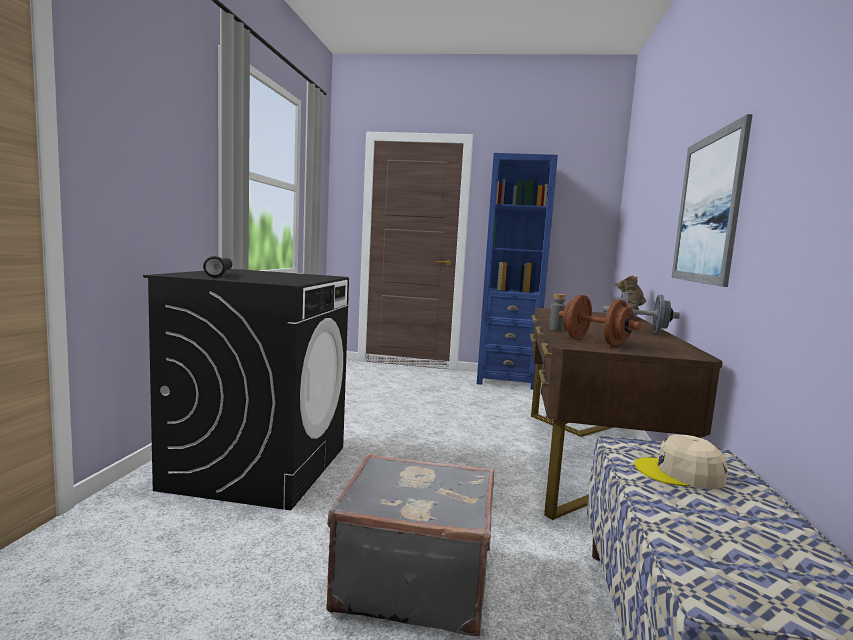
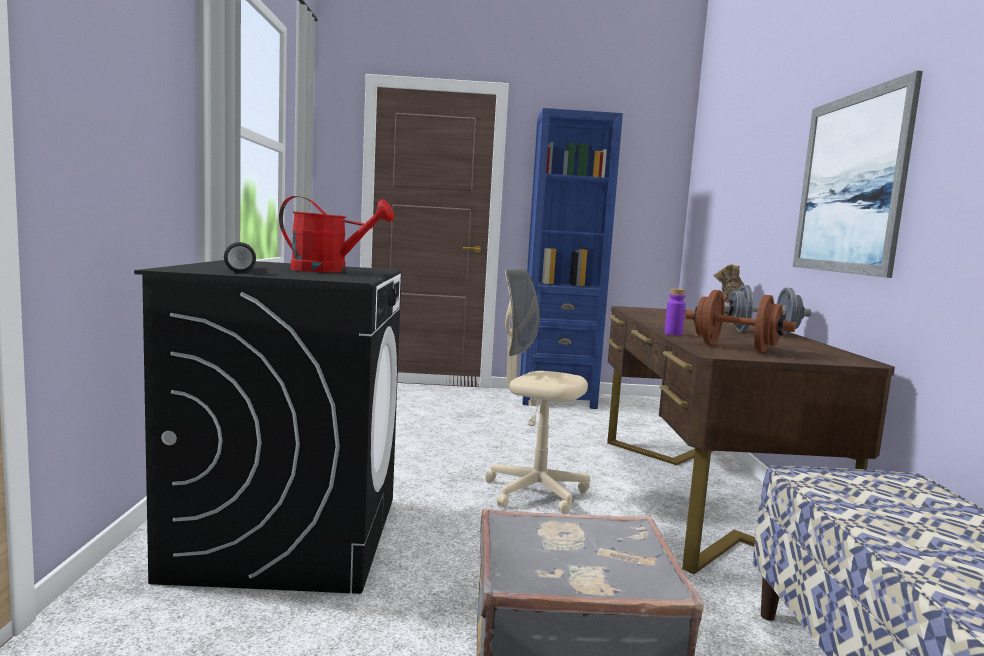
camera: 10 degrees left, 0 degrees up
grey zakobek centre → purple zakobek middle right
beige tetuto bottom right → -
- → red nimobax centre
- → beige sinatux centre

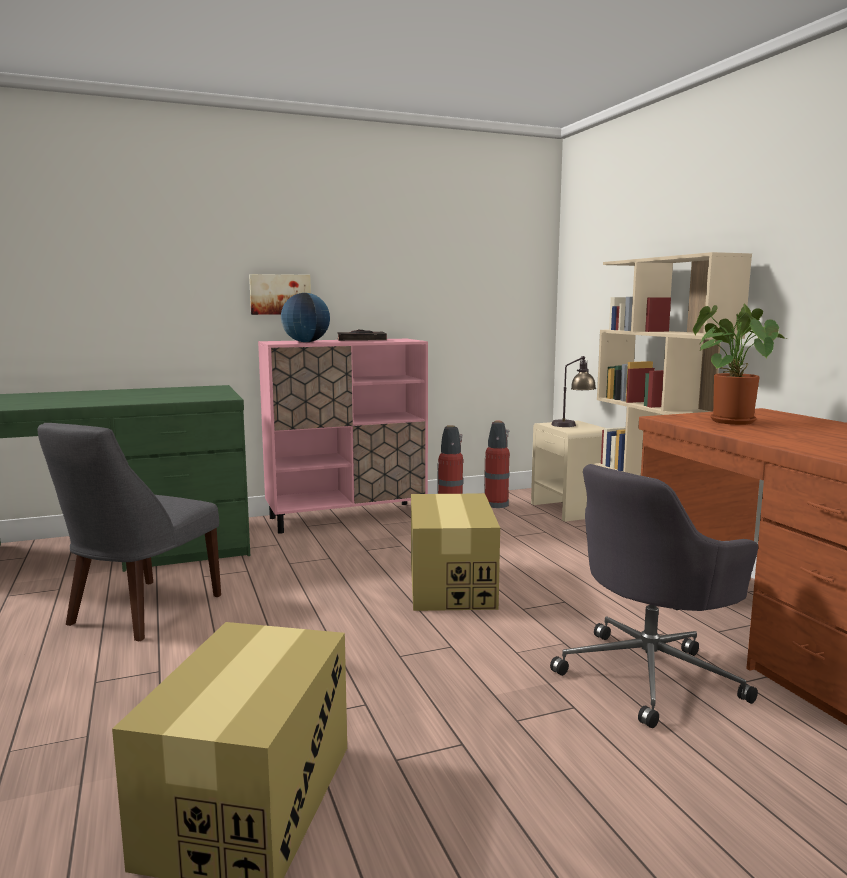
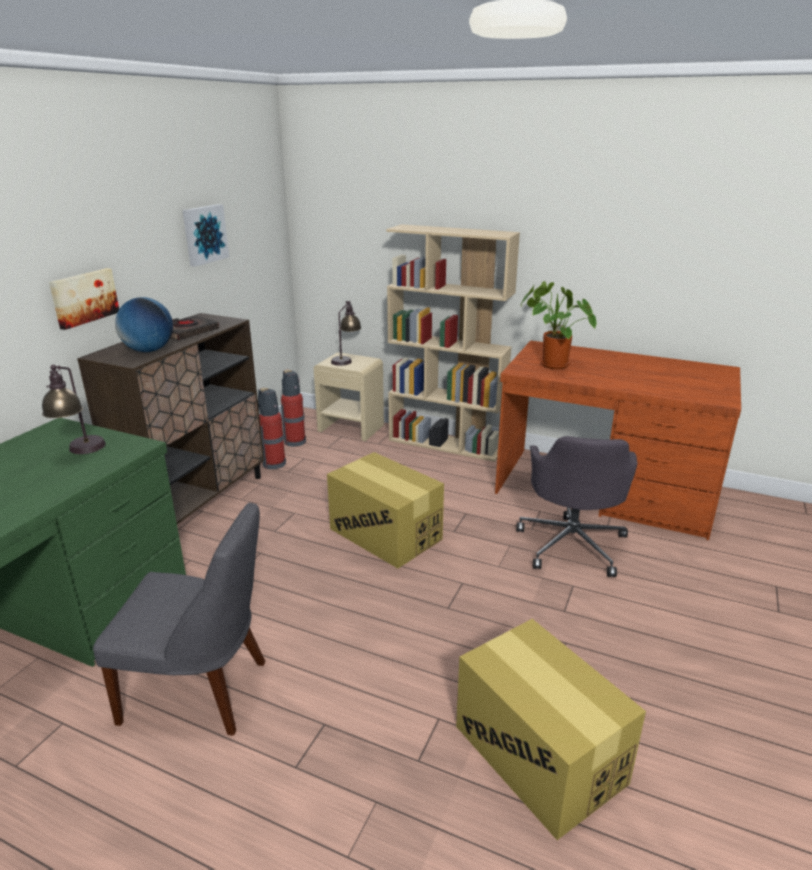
camera: 45 degrees left, 15 degrees up
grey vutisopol middle left → grey vutisopol bottom left, 60 degrees counterclockwise
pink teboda centre → brown teboda middle left
- → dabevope (no. 1 from left) middle left
- → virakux (no. 2 from left) top left

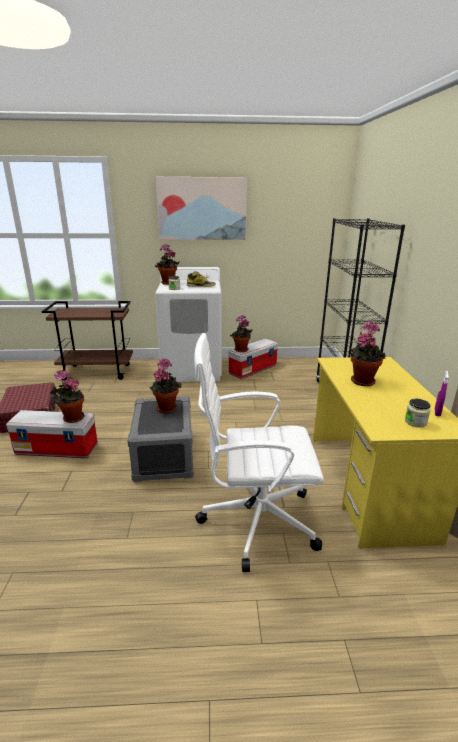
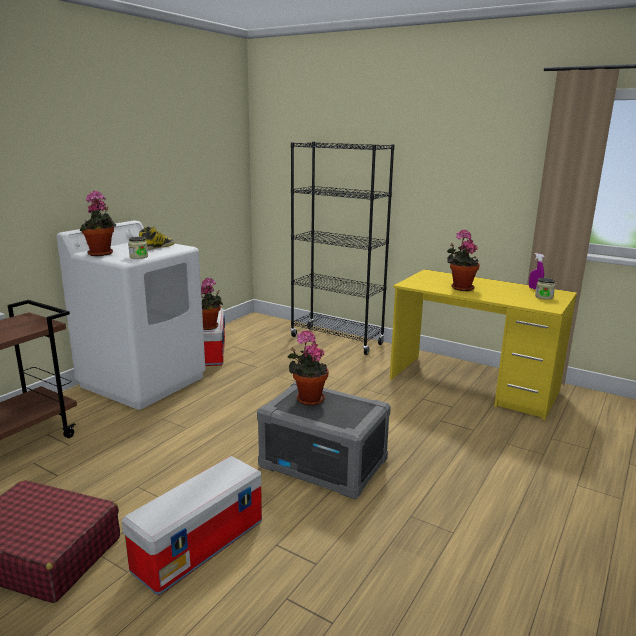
camera: 55 degrees left, 5 degrees down
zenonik (no. 1 from left) middle left → -
virakux top centre → -
white sinatux centre → -

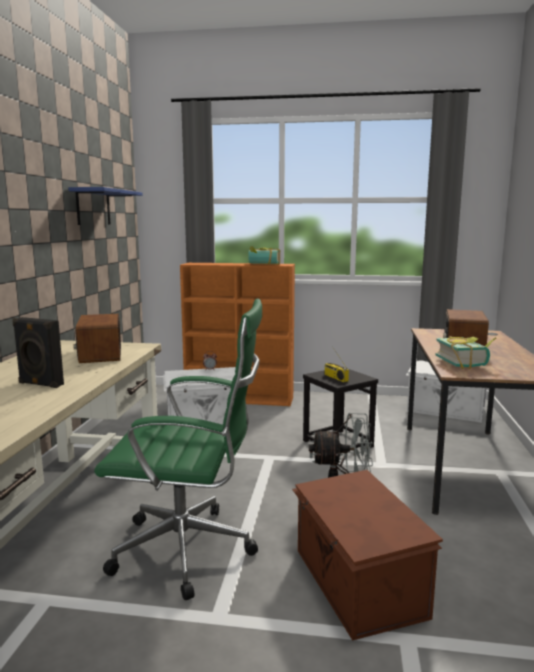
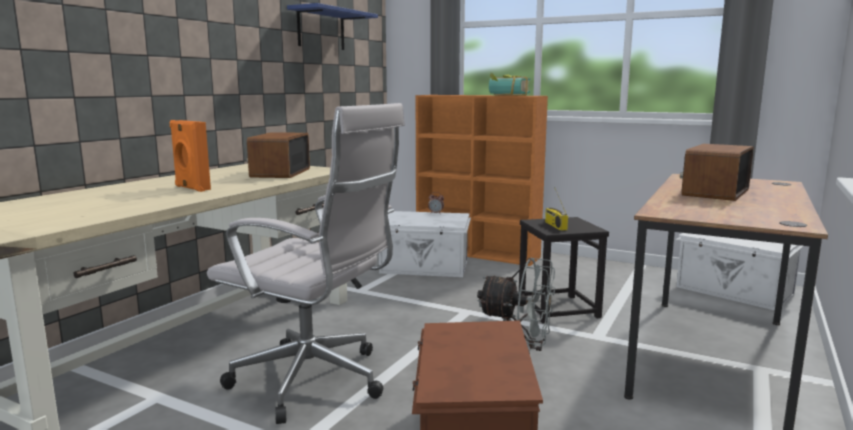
camera: 20 degrees right, 0 degrees up
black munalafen middle left → orange munalafen middle left
green sinatux bottom centre → white sinatux centre
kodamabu (no. 2 from left) middle right → -

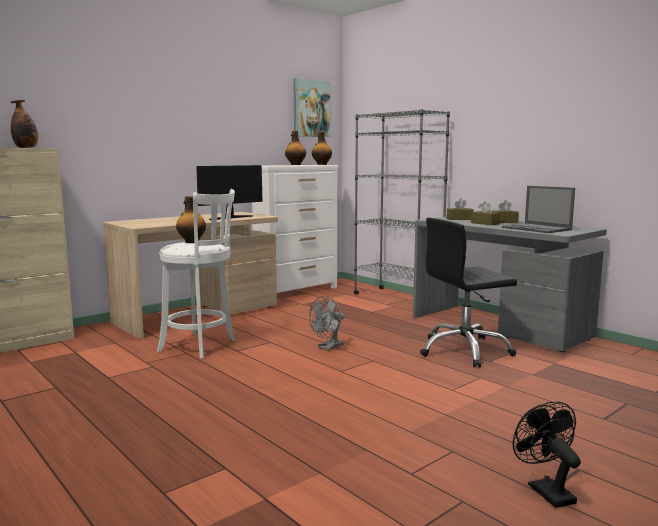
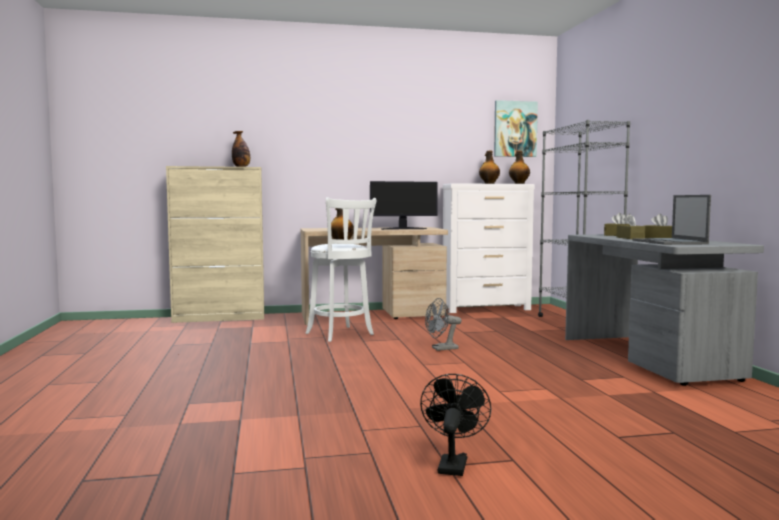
camera: 30 degrees right, 5 degrees down
black sinatux middle right → -

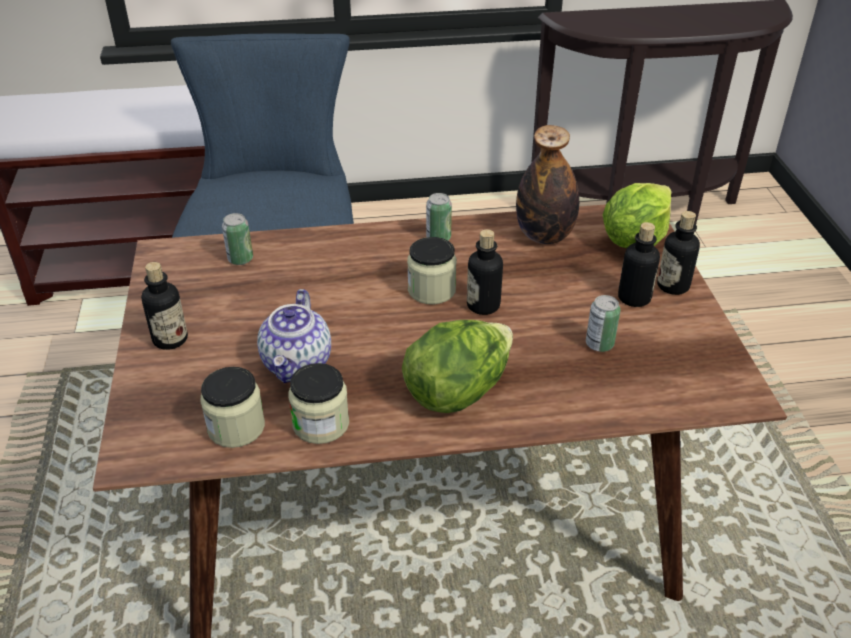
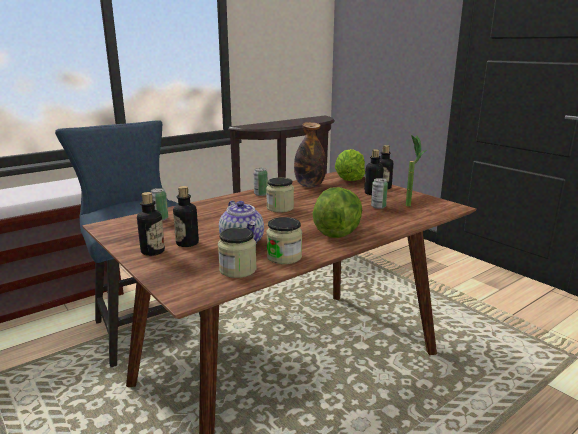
camera: 30 degrees left, 20 degrees down
zakobek (no. 2 from left) centre → zakobek (no. 2 from left) middle left, shifted
- → zenonik middle right

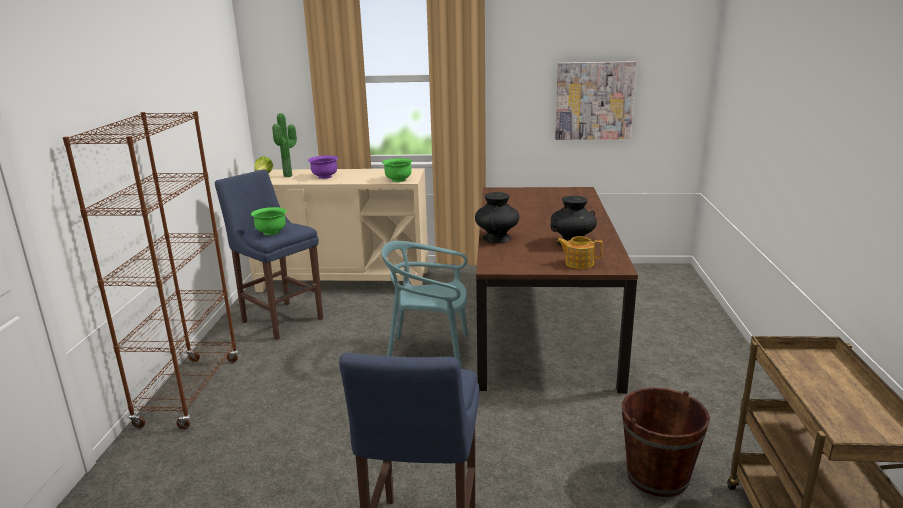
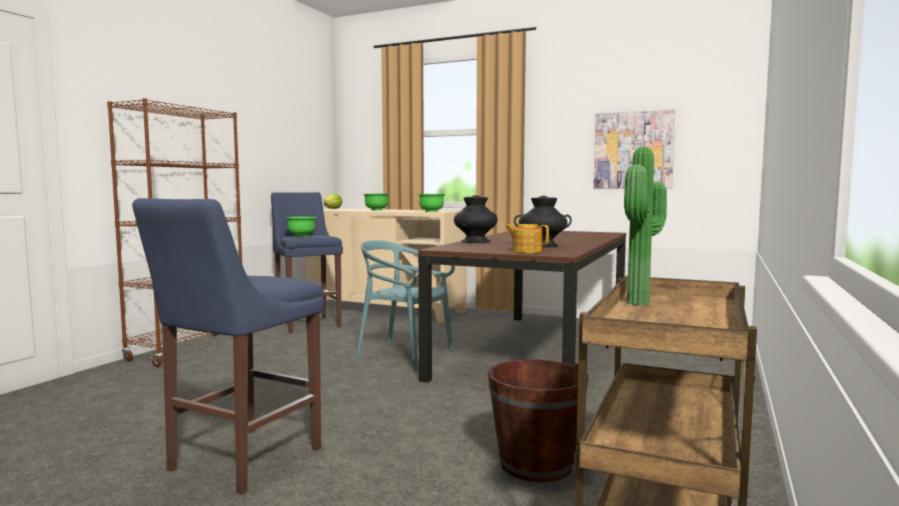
camera: 20 degrees right, 15 degrees down
zenonik top left → zenonik middle right, shifted
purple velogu top centre → green velogu (no. 2 from left) centre

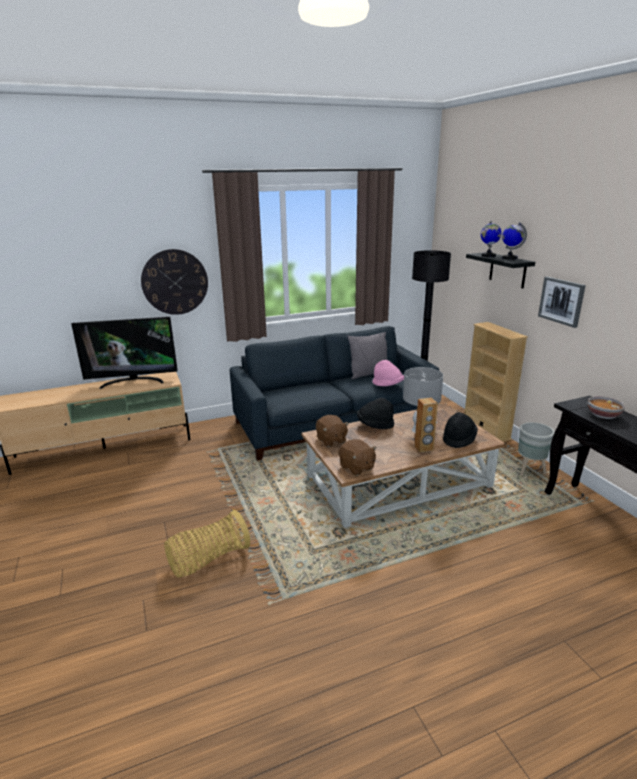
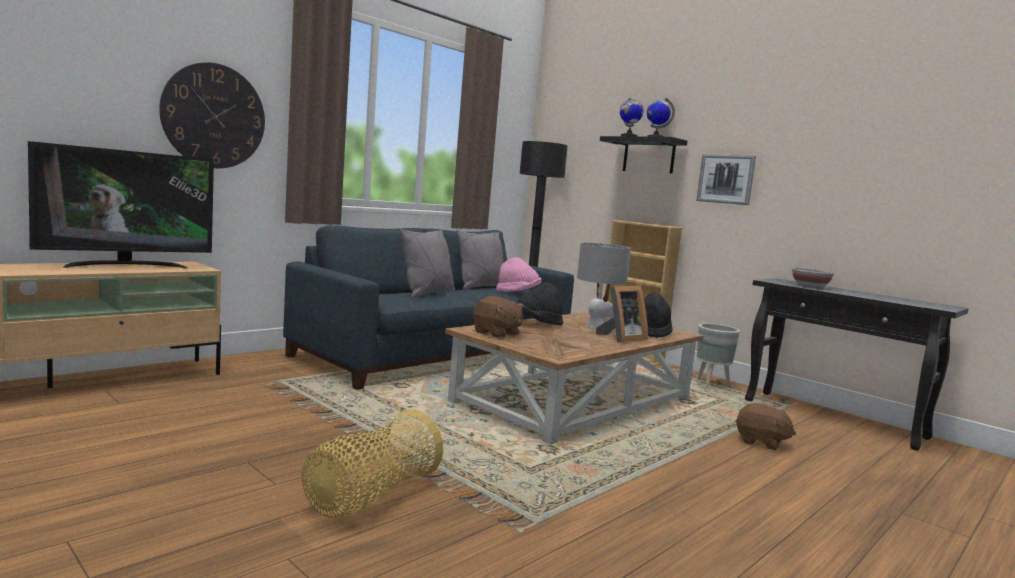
camera: 25 degrees left, 15 degrees down
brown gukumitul (no. 2 from left) centre → brown gukumitul (no. 2 from left) bottom right, shifted
brown munalafen middle right → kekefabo centre
- → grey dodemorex (no. 1 from left) centre

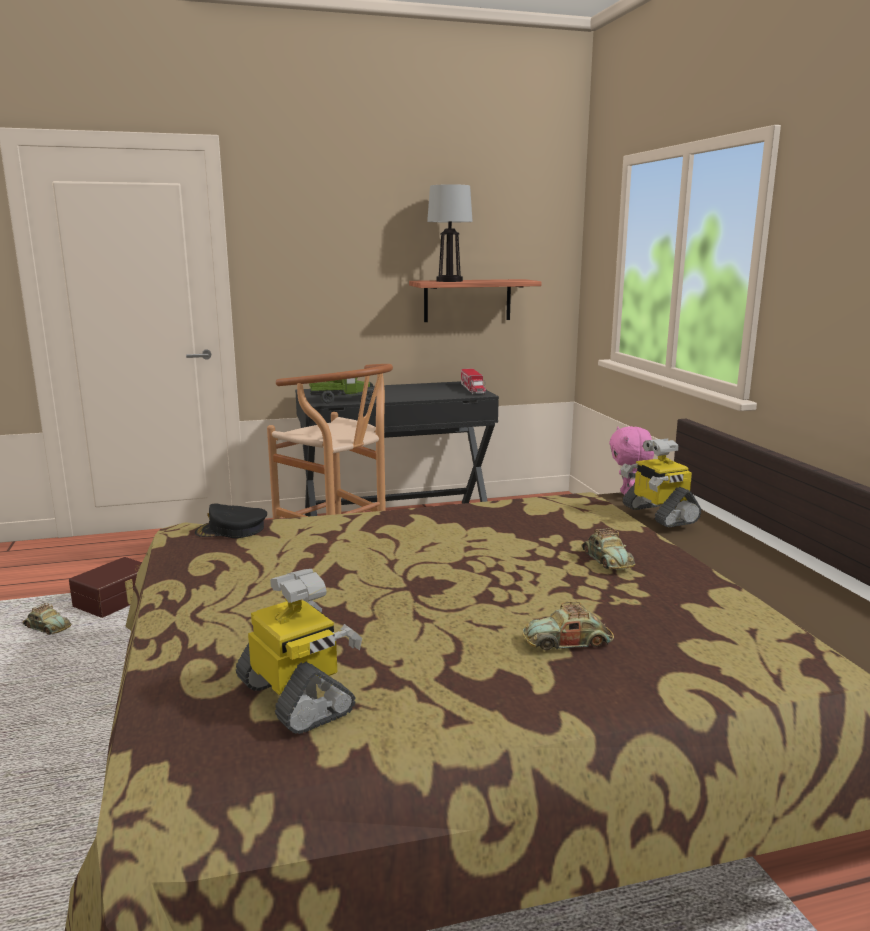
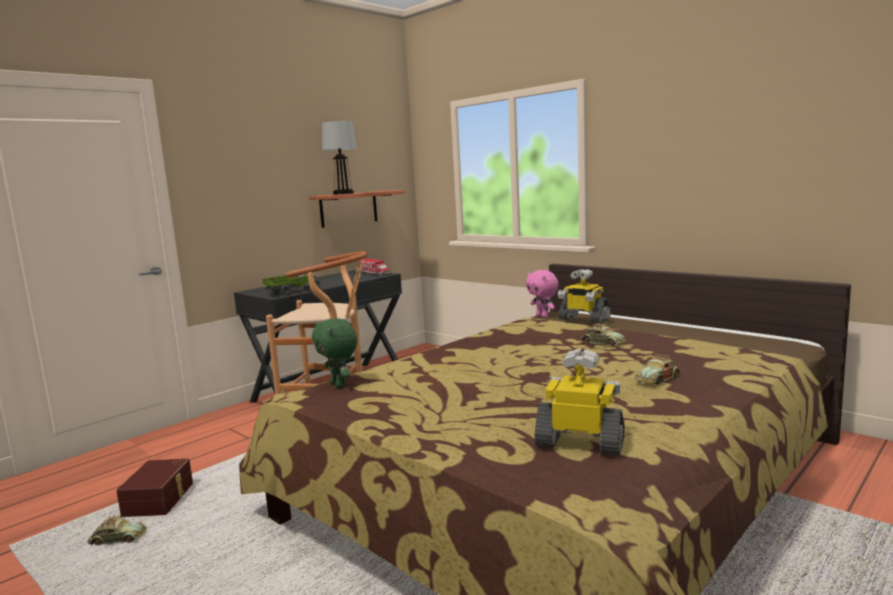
camera: 30 degrees left, 5 degrees down
black tetuto middle left → green gukumitul centre

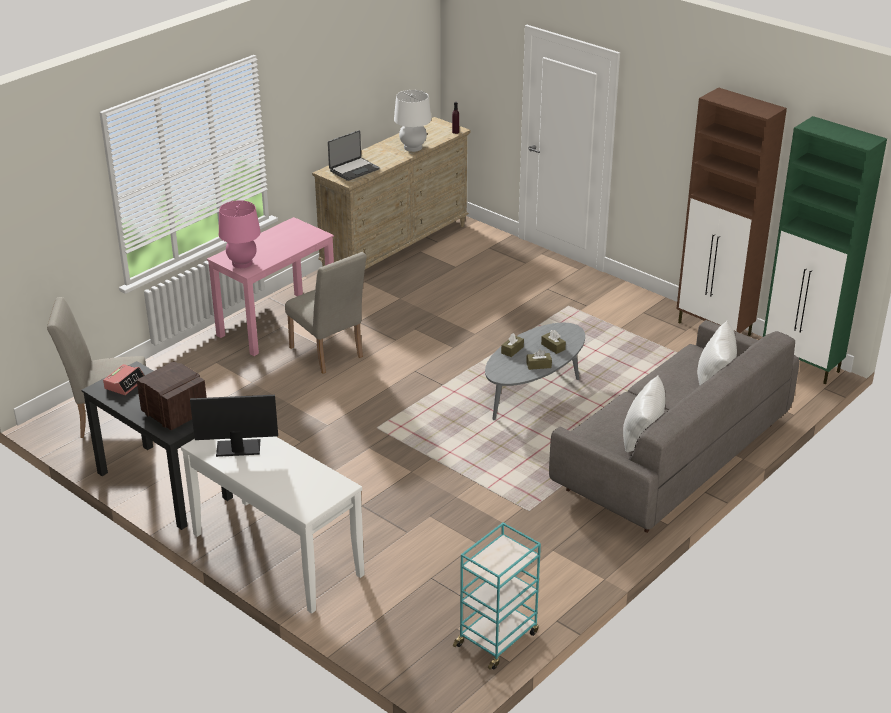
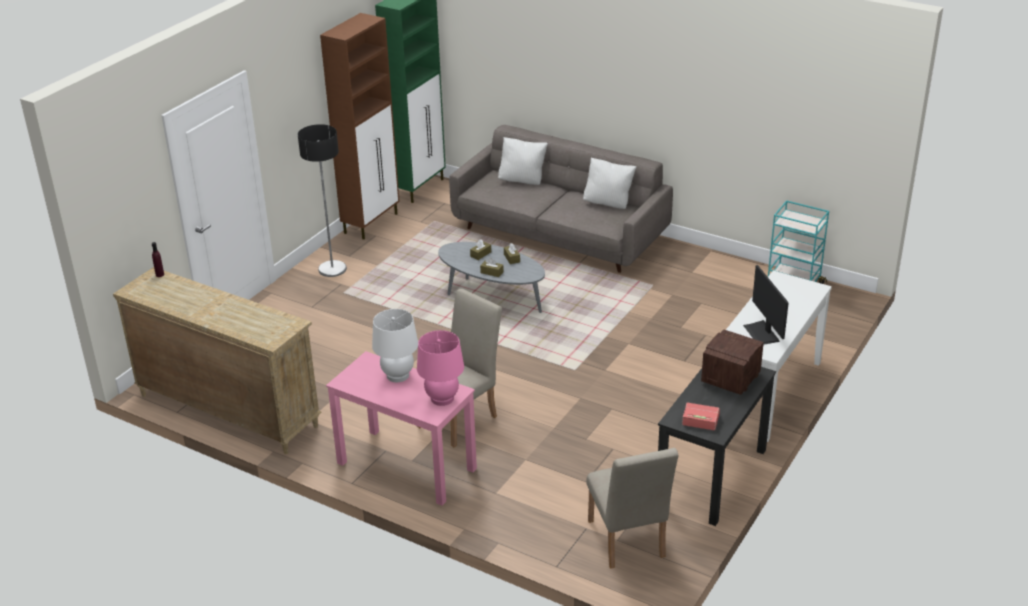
camera: 100 degrees left, 0 degrees up
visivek top centre → -
white dabevope top centre → white dabevope centre, shifted
- → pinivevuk top left

